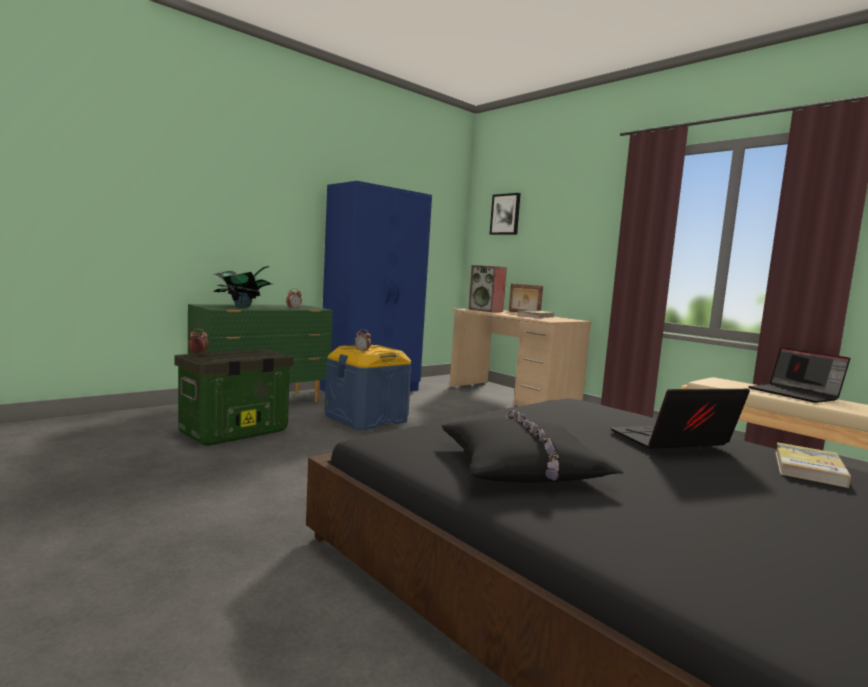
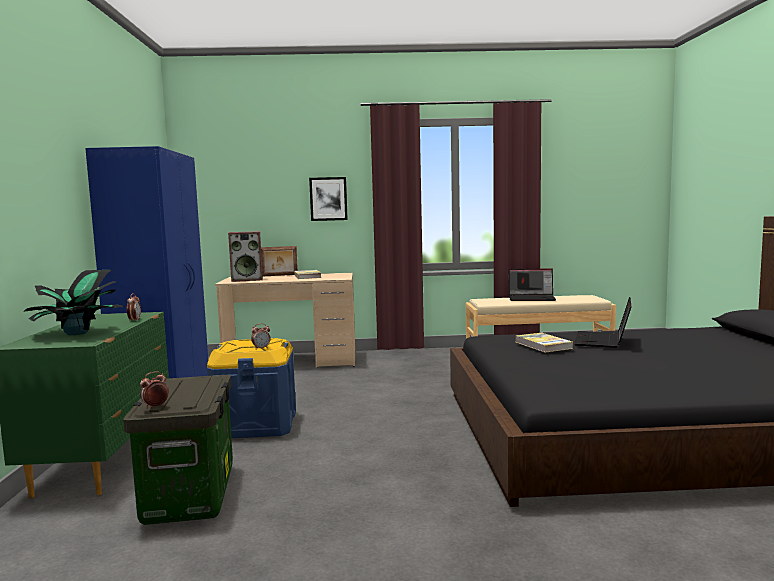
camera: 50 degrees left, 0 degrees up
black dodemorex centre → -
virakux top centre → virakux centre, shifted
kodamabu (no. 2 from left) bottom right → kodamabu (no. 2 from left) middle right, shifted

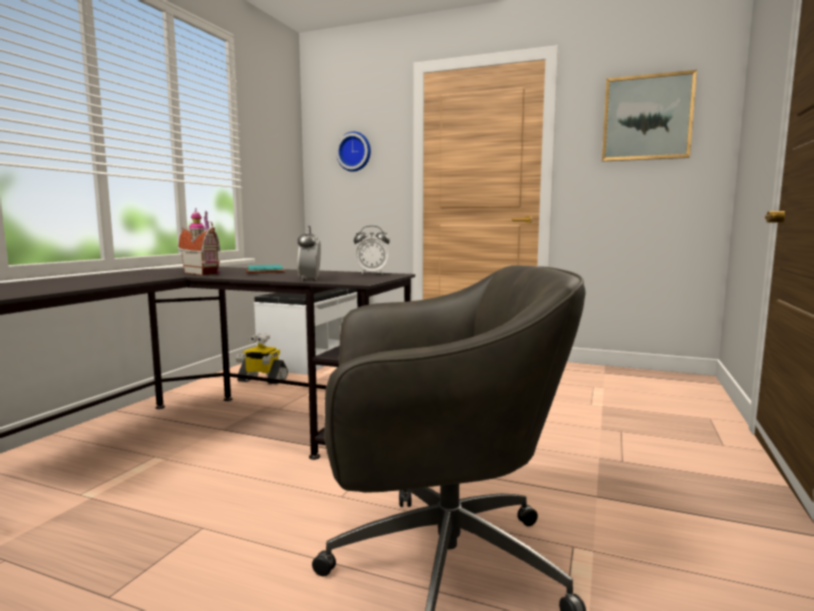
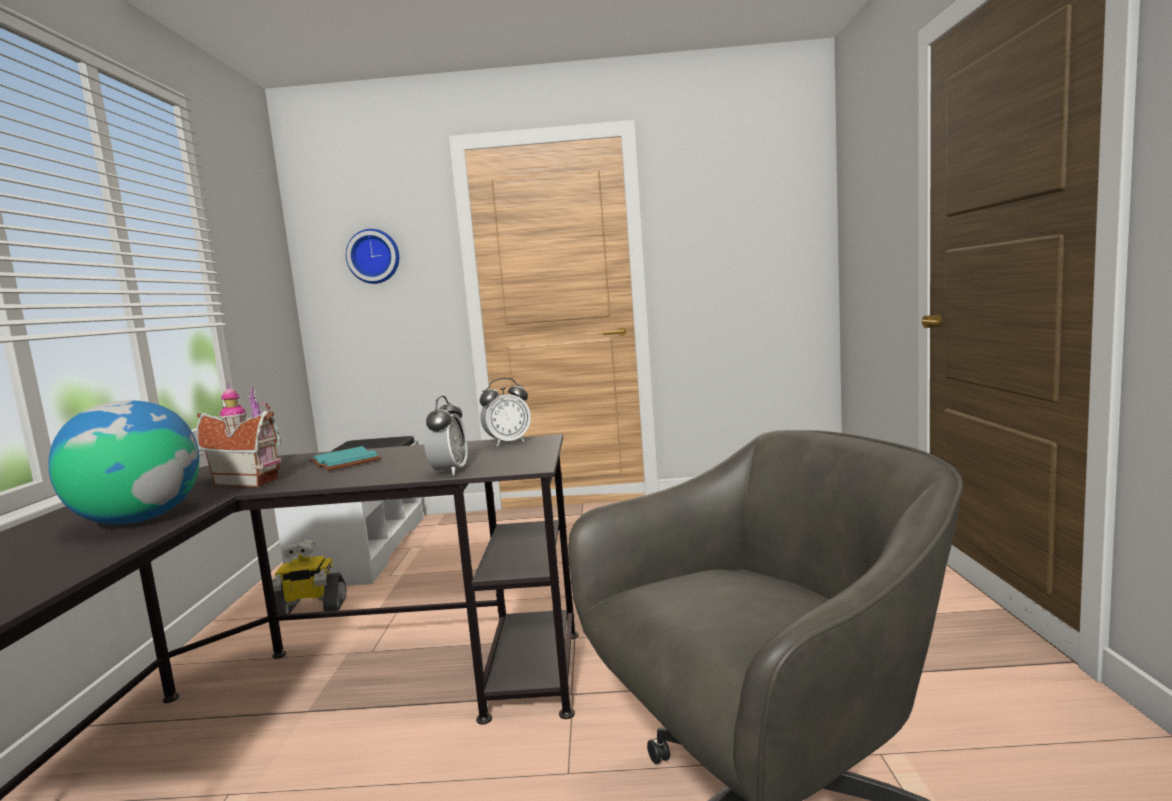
camera: 20 degrees left, 0 degrees up
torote (no. 1 from left) centre, 150 degrees counterclockwise
virakux top right → -
- → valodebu middle left

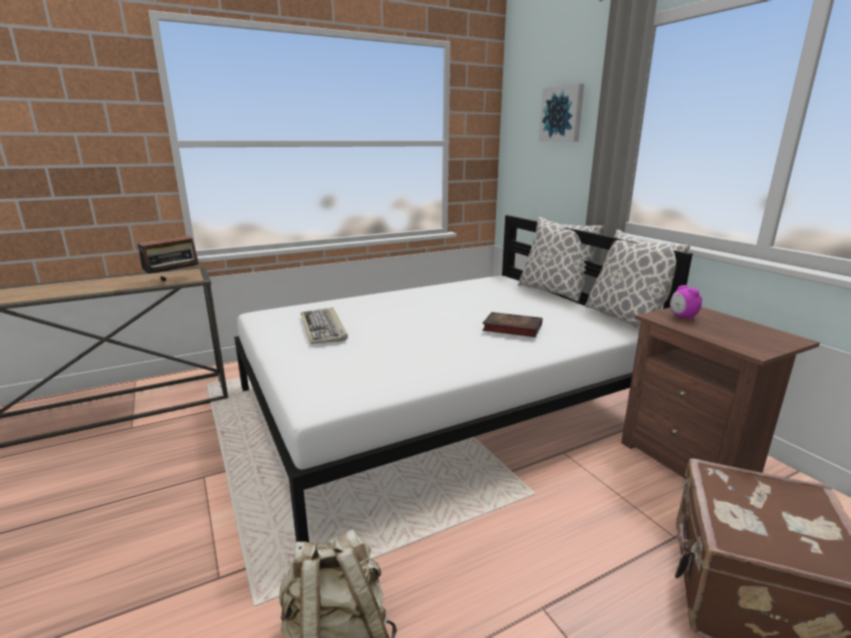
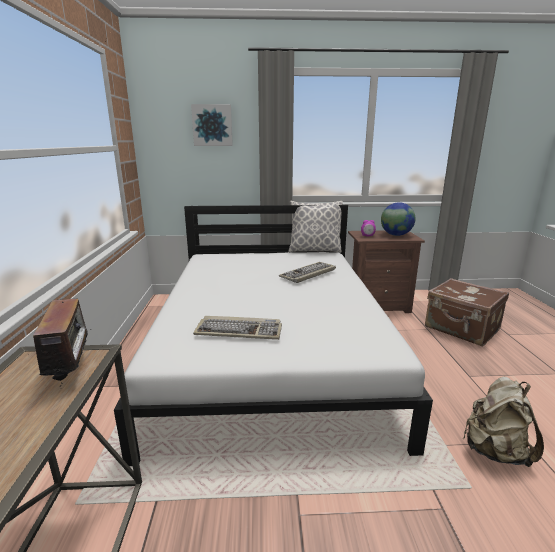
camera: 65 degrees left, 0 degrees up
kodamabu centre → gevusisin (no. 2 from left) centre
dodemorex (no. 1 from left) centre → -
- → valodebu middle right

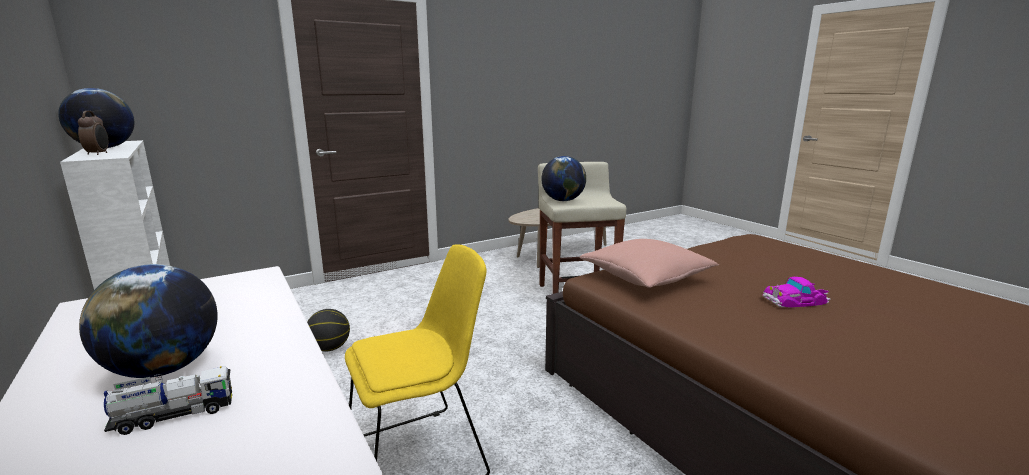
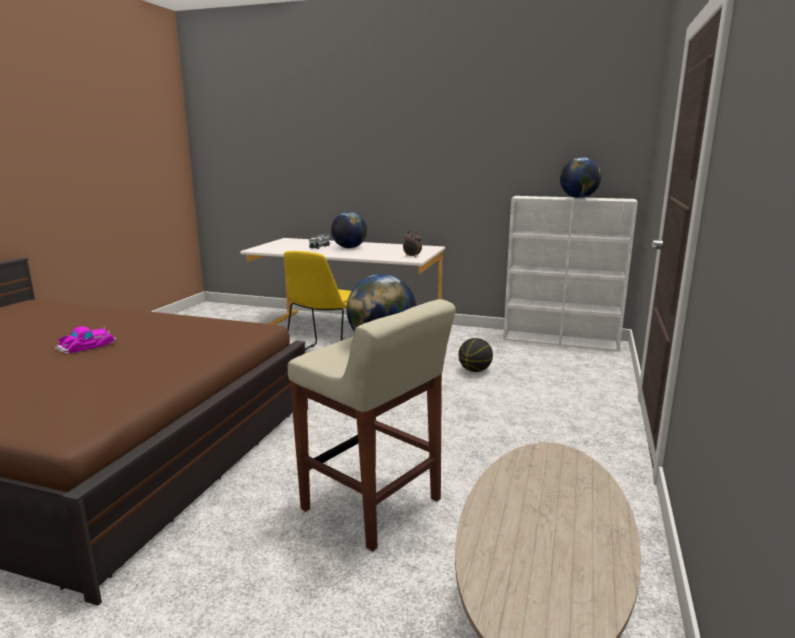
camera: 140 degrees right, 0 degrees up
torote top left → torote centre, shifted
pink dodemorex centre → -

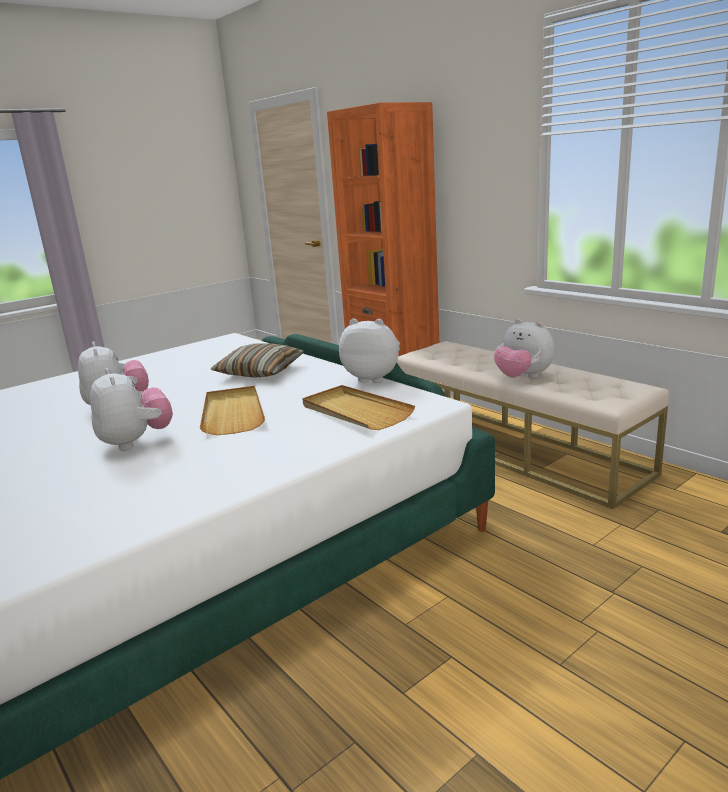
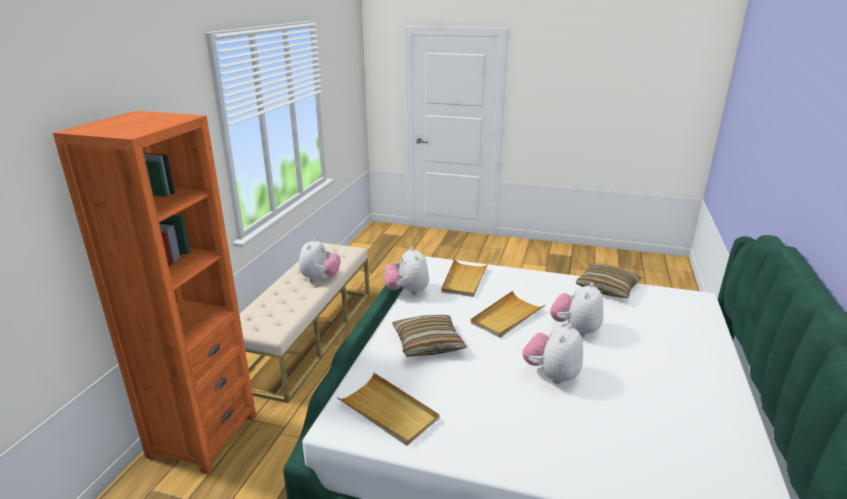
camera: 125 degrees left, 5 degrees up
- → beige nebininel (no. 1 from left) bottom centre
- → dodemorex (no. 2 from left) middle right

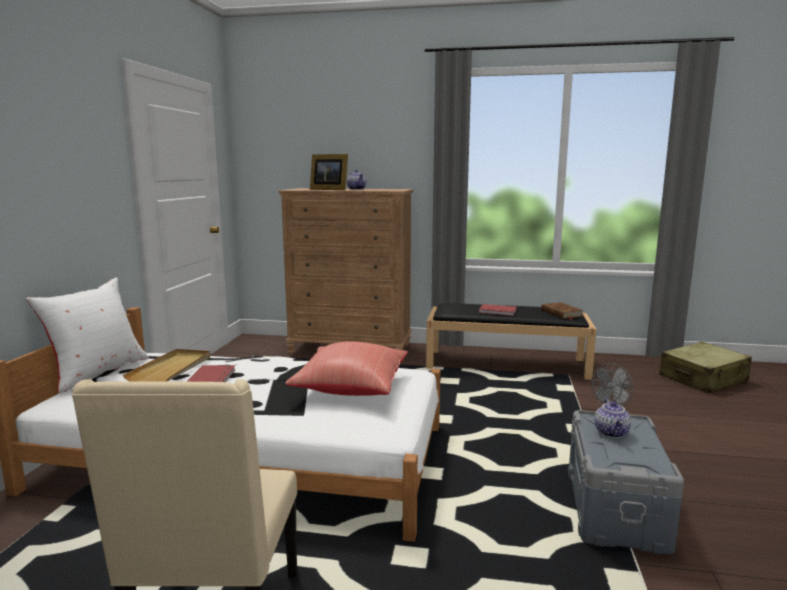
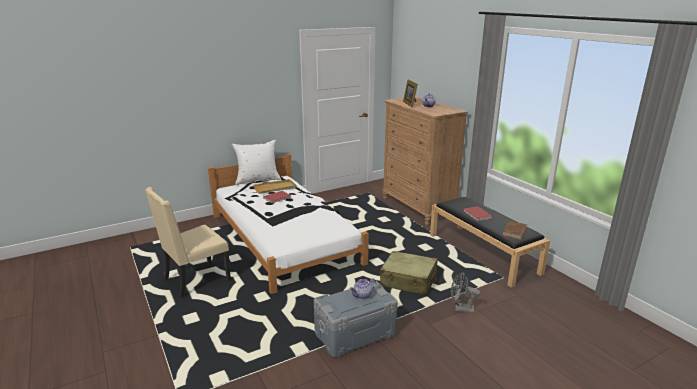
camera: 50 degrees right, 10 degrees up
red dodemorex centre → -
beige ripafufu middle right → beige ripafufu bottom centre, shifted

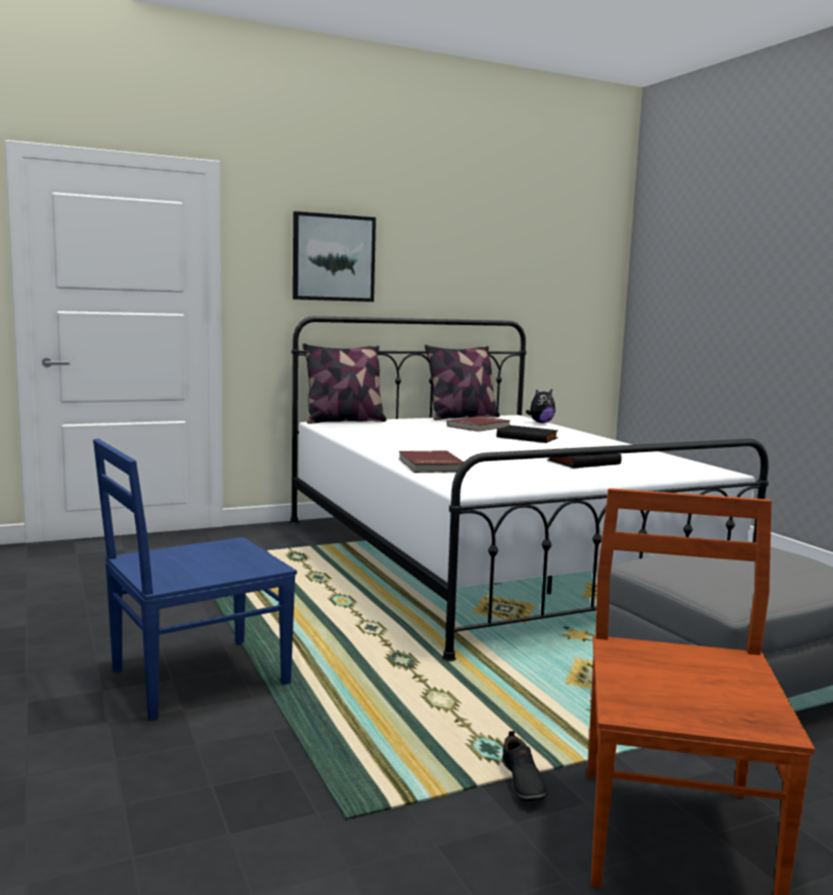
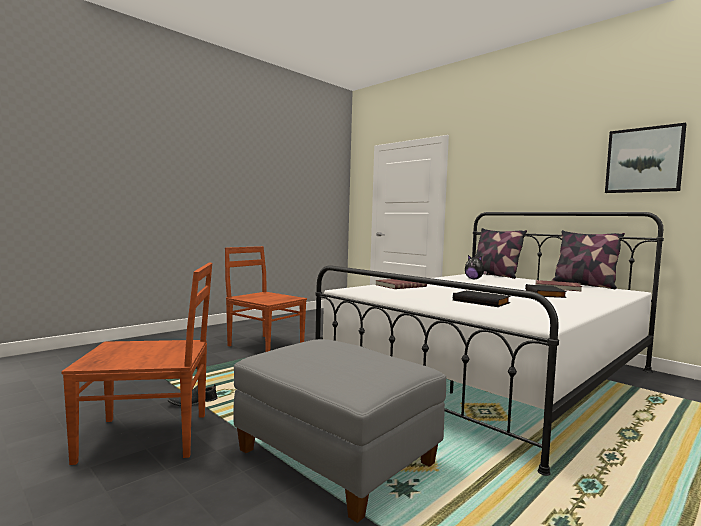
camera: 70 degrees right, 5 degrees down
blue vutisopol middle left → brown vutisopol (no. 2 from left) centre
virakux top centre → virakux top right, shifted
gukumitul centre → gukumitul middle right, shifted

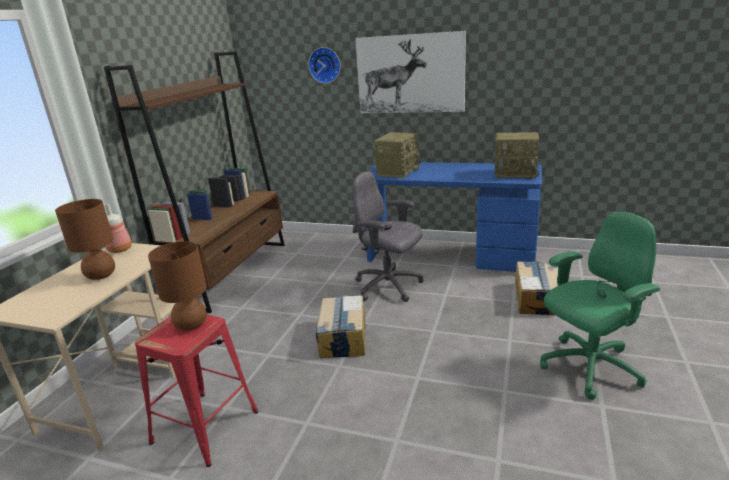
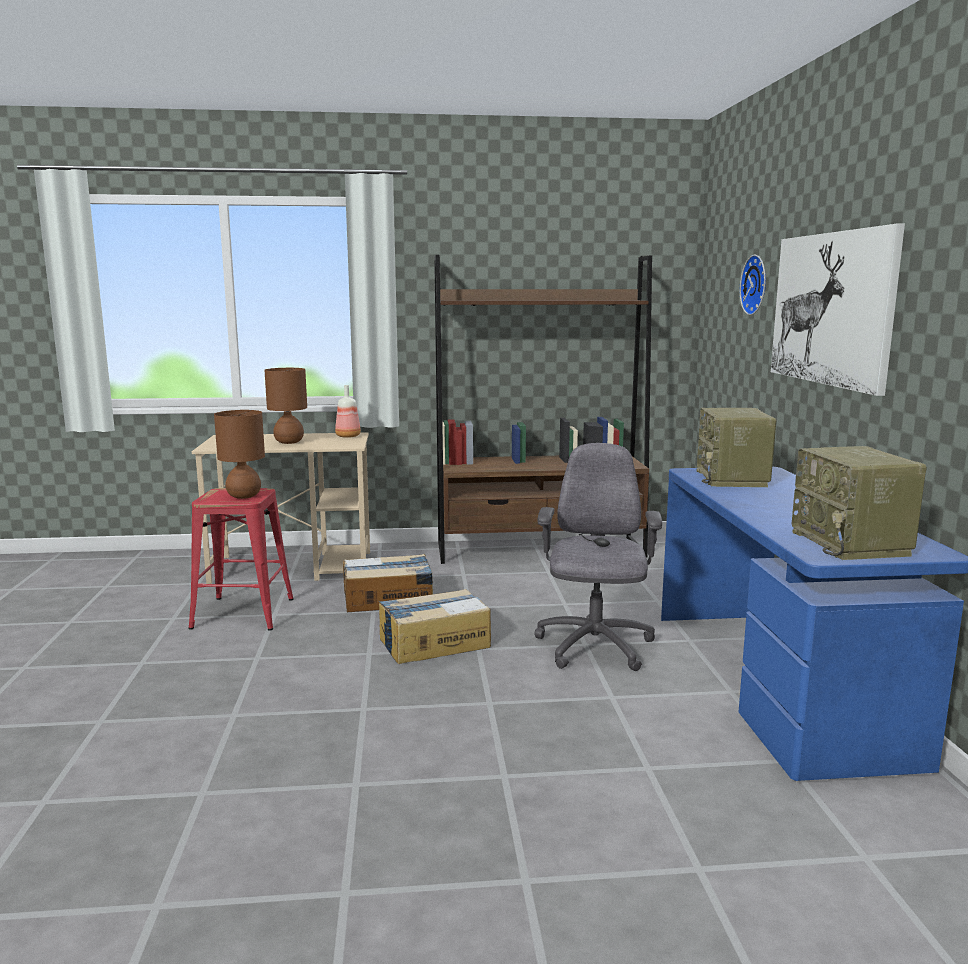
camera: 65 degrees right, 10 degrees down
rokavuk (no. 1 from left) top centre → rokavuk (no. 1 from left) middle right, 90 degrees clockwise
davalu (no. 2 from left in the first image) middle right → davalu (no. 1 from left) centre, shifted
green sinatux middle right → -

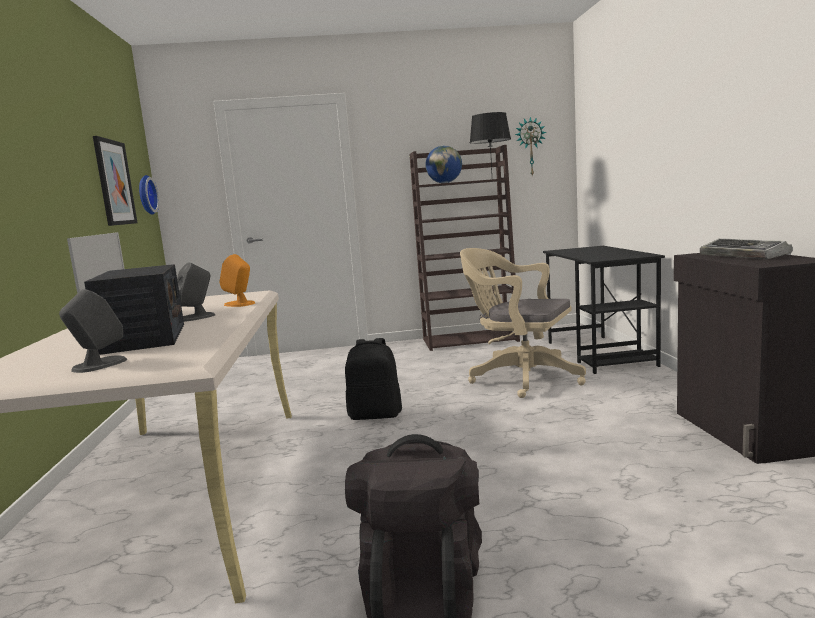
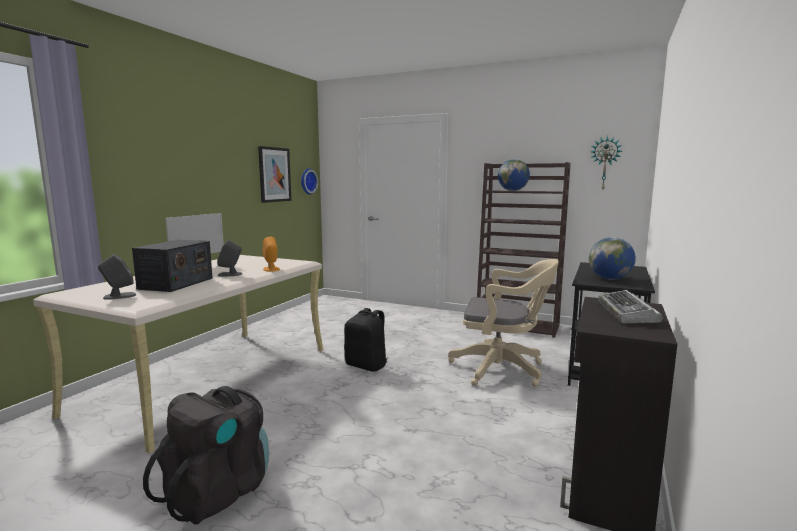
camera: 30 degrees right, 0 degrees up
beige sinatux centre, 135 degrees clockwise
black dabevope top centre → -
- → valodebu (no. 2 from left) middle right

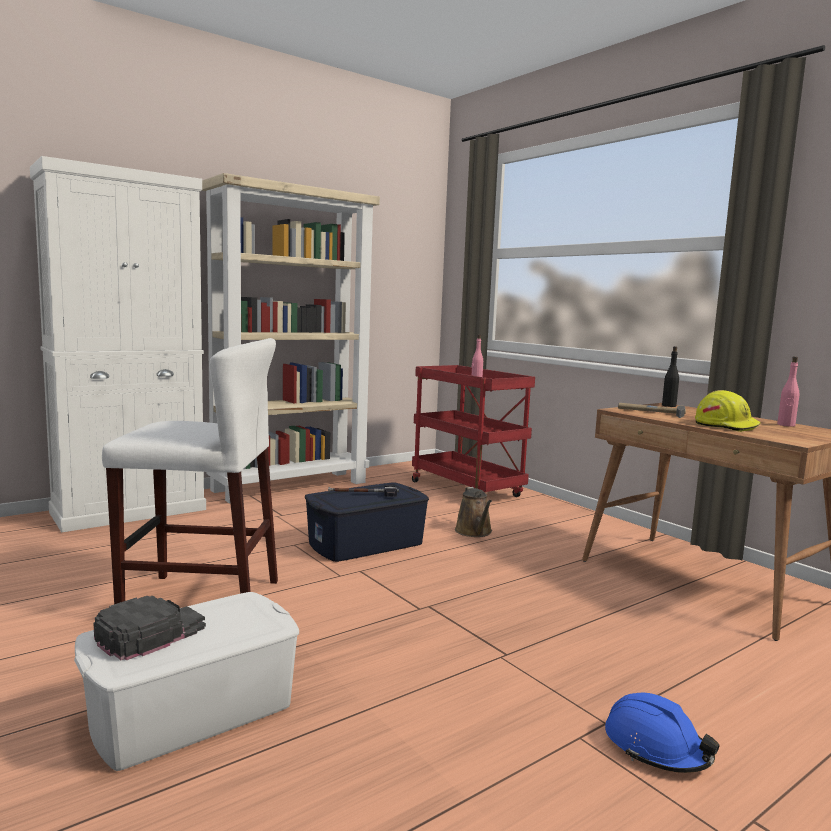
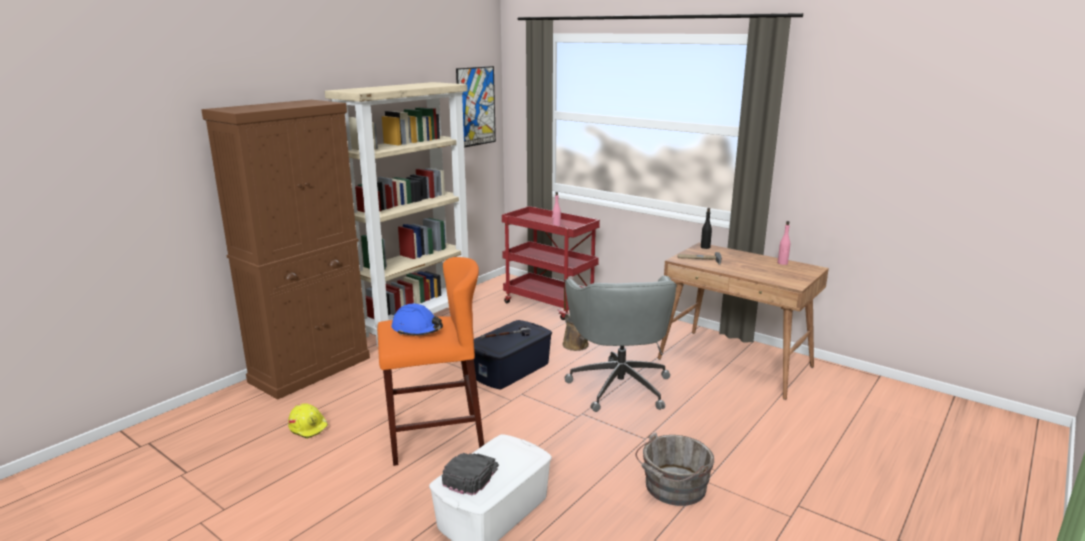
camera: 15 degrees left, 10 degrees up
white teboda middle left → brown teboda middle left
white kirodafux middle left → orange kirodafux bottom centre
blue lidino bottom right → blue lidino centre, shifted
yellow lidino middle right → yellow lidino bottom left, shifted
- → virakux top centre
- → grey sinatux centre
- → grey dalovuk bottom centre

